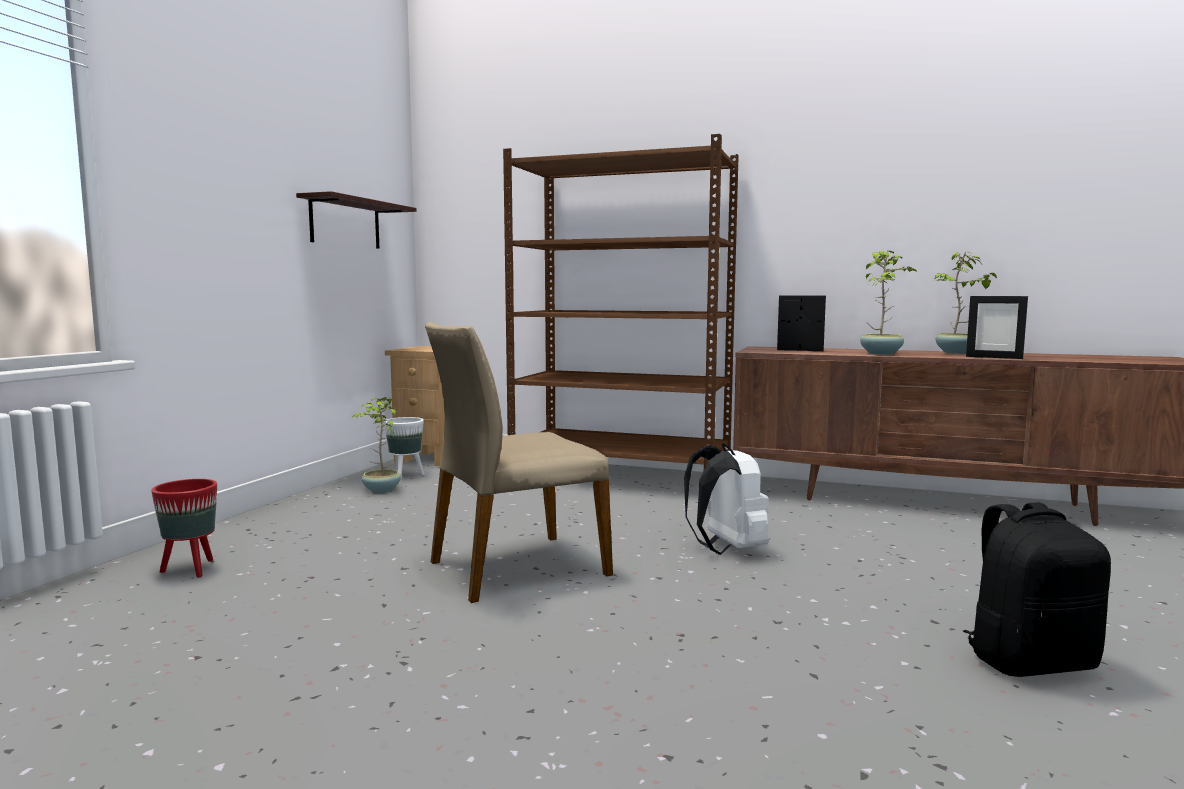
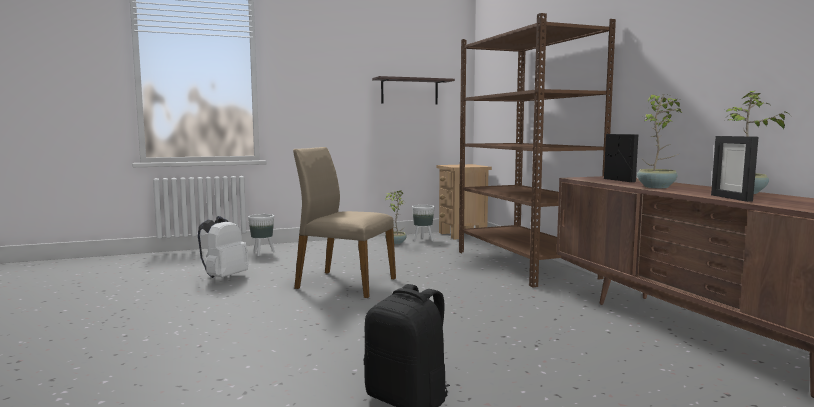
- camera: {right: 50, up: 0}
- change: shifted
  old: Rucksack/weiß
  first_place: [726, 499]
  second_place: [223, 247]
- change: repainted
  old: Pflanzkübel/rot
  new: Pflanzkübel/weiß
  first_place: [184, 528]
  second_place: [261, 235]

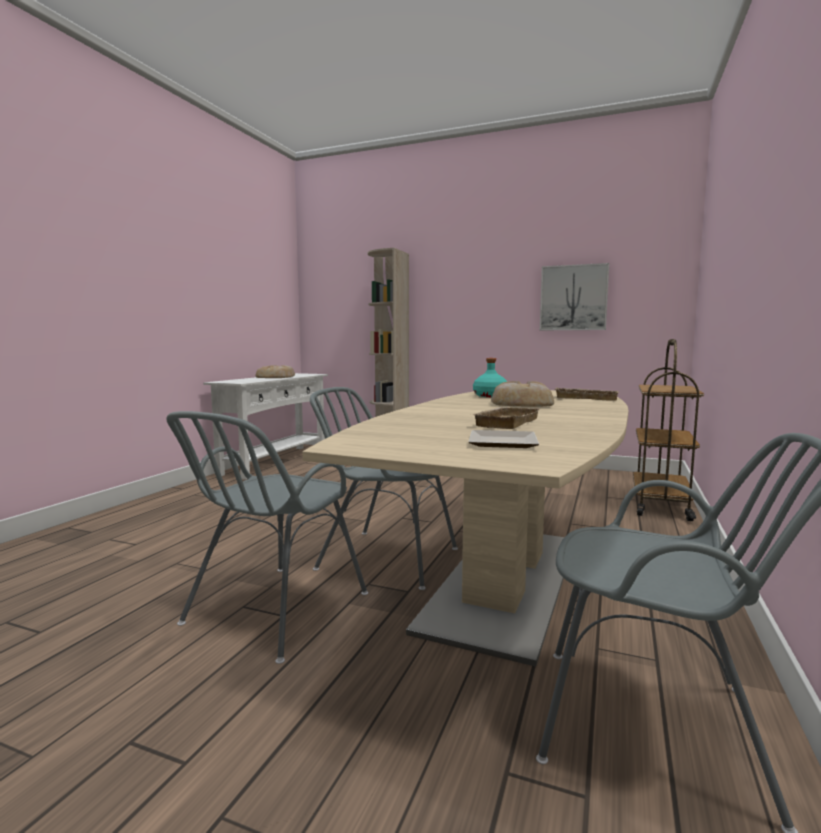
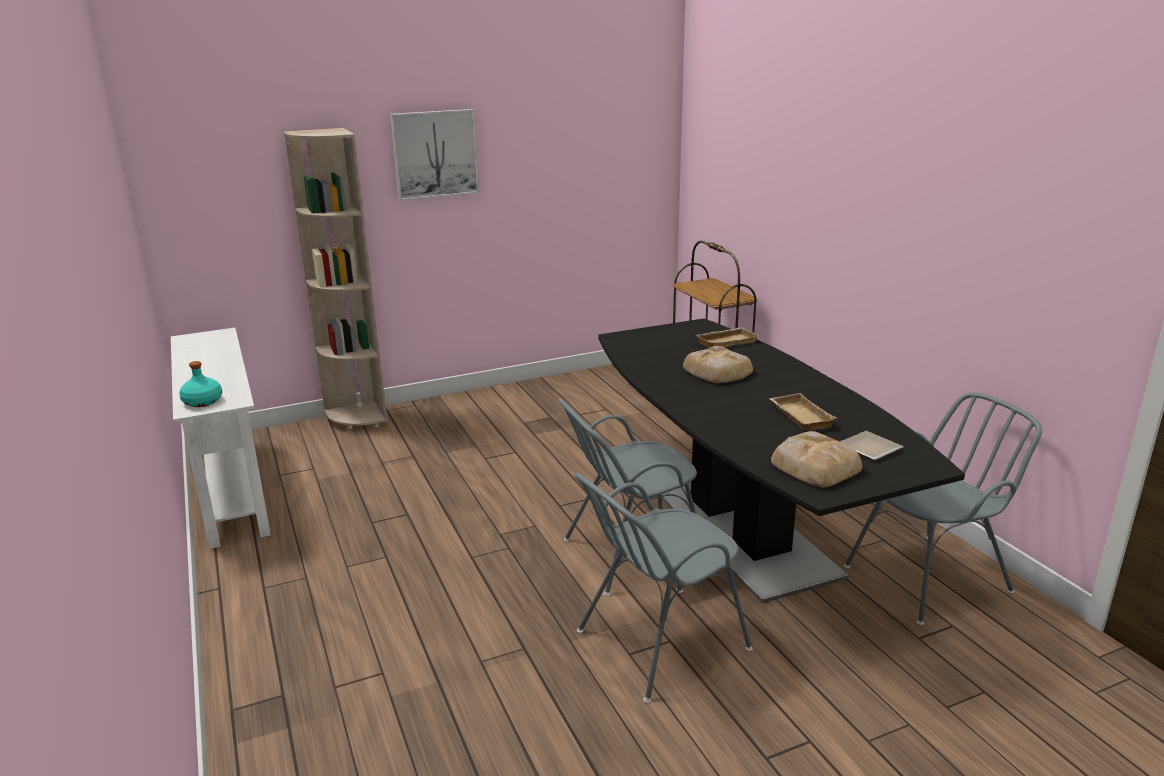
- camera: {right: -45, up: 15}
- change: shifted
  old: Brot
  first_place: [275, 371]
  second_place: [816, 459]
- change: shifted
  old: Flasche/türkis
  first_place: [490, 377]
  second_place: [200, 384]
- change: shifted
  old: Bild
  first_place: [574, 296]
  second_place: [434, 155]
- change: repainted
  old: Esstisch/beige
  new: Esstisch/schwarz
  first_place: [465, 528]
  second_place: [781, 460]
- change: rotated
  old: Stuhl/grau
  first_place: [267, 537]
  second_place: [664, 588]
  degrees: 75

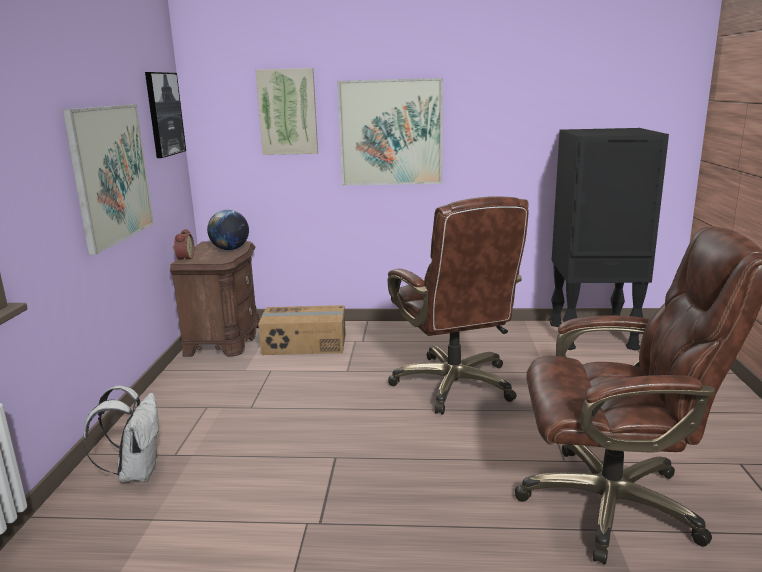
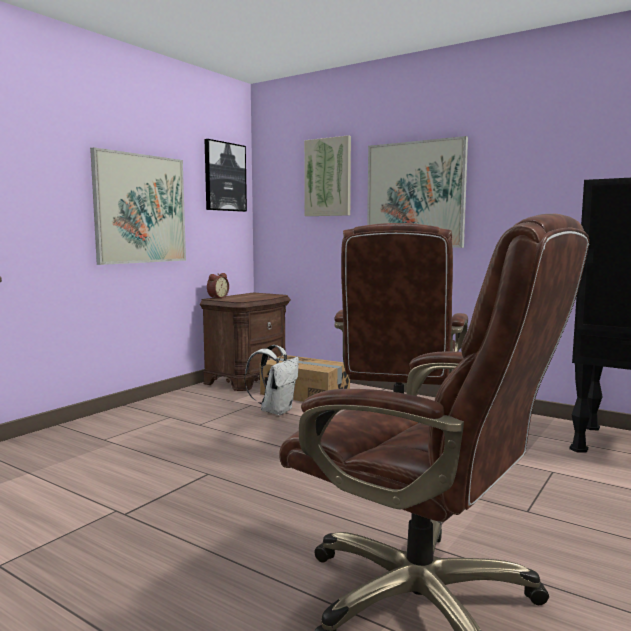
- camera: {right: 30, up: -10}
- change: gone
  old: Globus
  first_place: [228, 230]
- change: shifted
  old: Rucksack/weiß
  first_place: [121, 434]
  second_place: [271, 380]

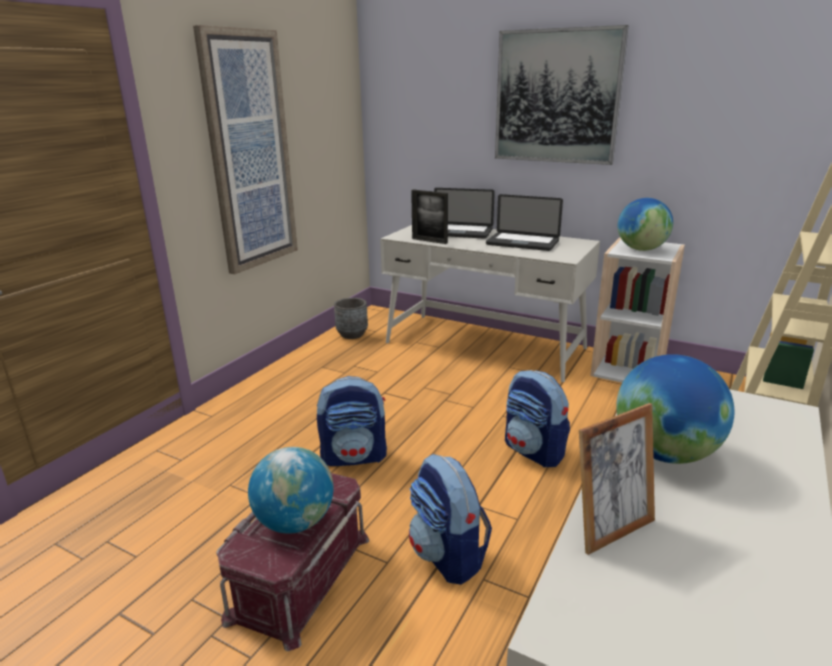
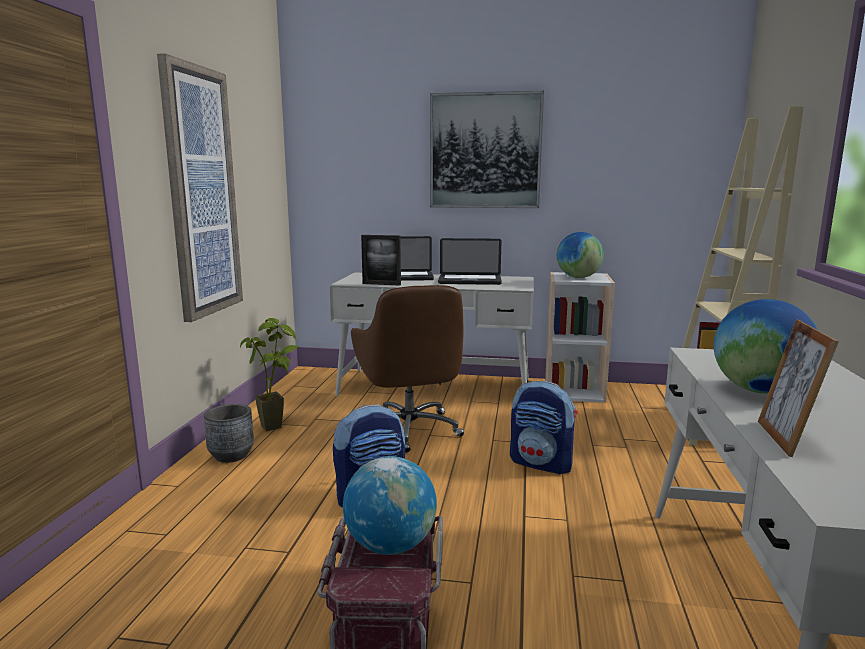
- camera: {right: -20, up: -10}
- change: gone
  old: Rucksack
  first_place: [450, 519]
- change: new
  new: Topfpflanze
  second_place: [270, 374]
- change: new
  new: Bürostuhl/braun
  second_place: [407, 369]
- change: shifted
  old: Pflanzkübel/grau
  first_place: [351, 318]
  second_place: [229, 433]
- change: rotated
  old: Bilderrahmen
  first_place: [617, 479]
  second_place: [798, 388]
  degrees: 150

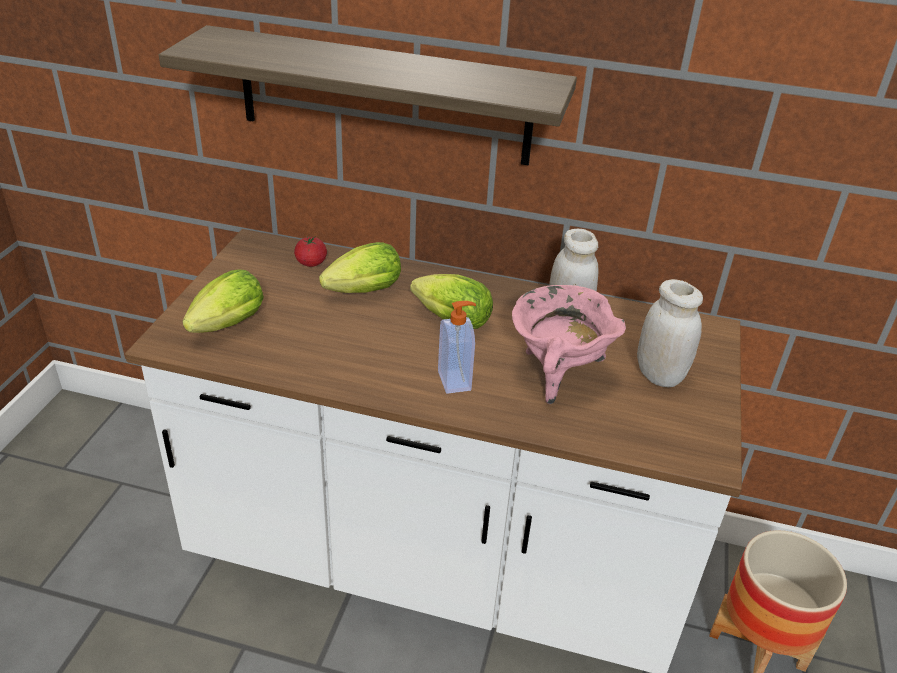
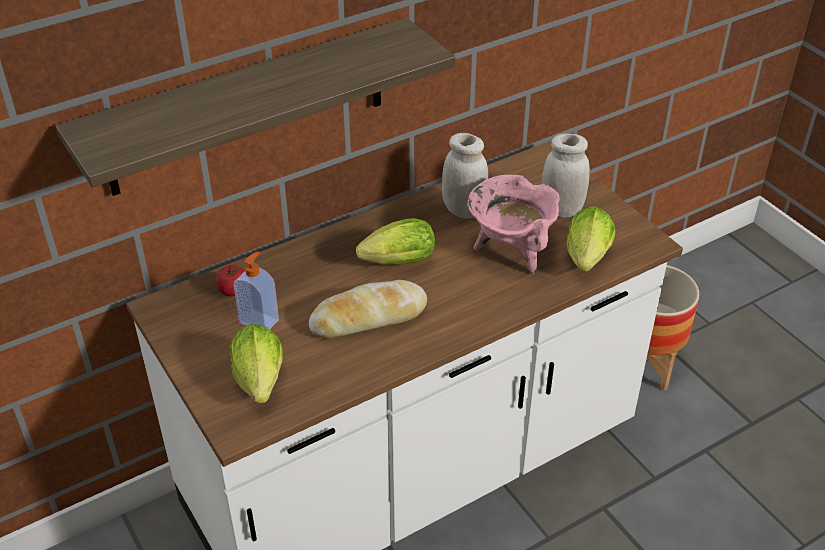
- camera: {right: -45, up: 5}
- change: new
  new: Brot
  second_place: [368, 309]
- change: shifted
  old: Salatkopf
  first_place: [360, 267]
  second_place: [591, 239]
- change: shifted
  old: Seifenspender
  first_place: [457, 347]
  second_place: [256, 290]

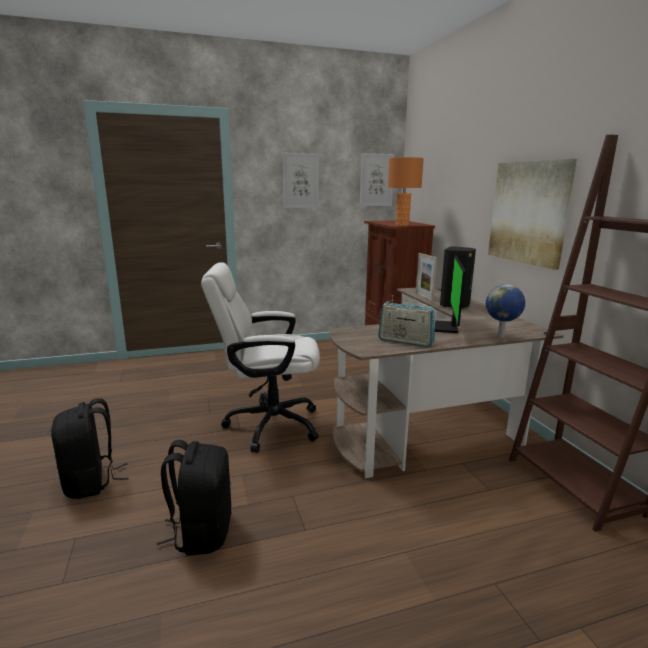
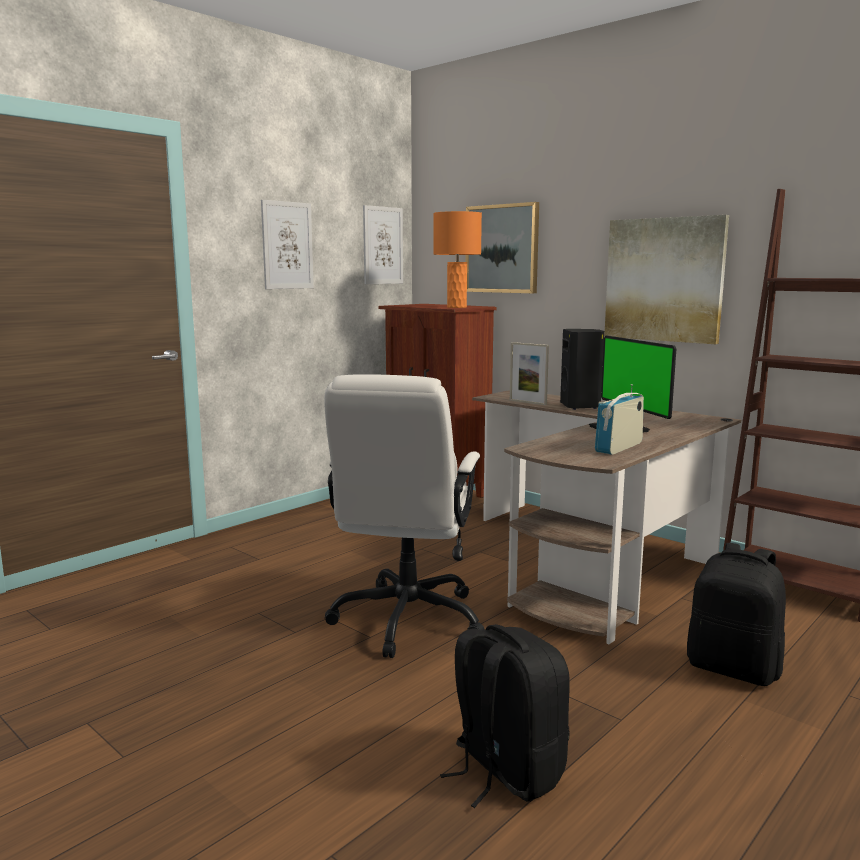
- camera: {right: -30, up: -5}
- change: gone
  old: Globus
  first_place: [505, 311]
- change: new
  new: Bild
  second_place: [502, 247]
- change: shifted
  old: Rucksack/schwarz
  first_place: [90, 448]
  second_place: [736, 614]
- change: rotated
  old: Bürostuhl/weiß
  first_place: [260, 357]
  second_place: [404, 516]
  degrees: -45
- change: rotated
  old: Radio
  first_place: [407, 321]
  second_place: [619, 419]
  degrees: 135

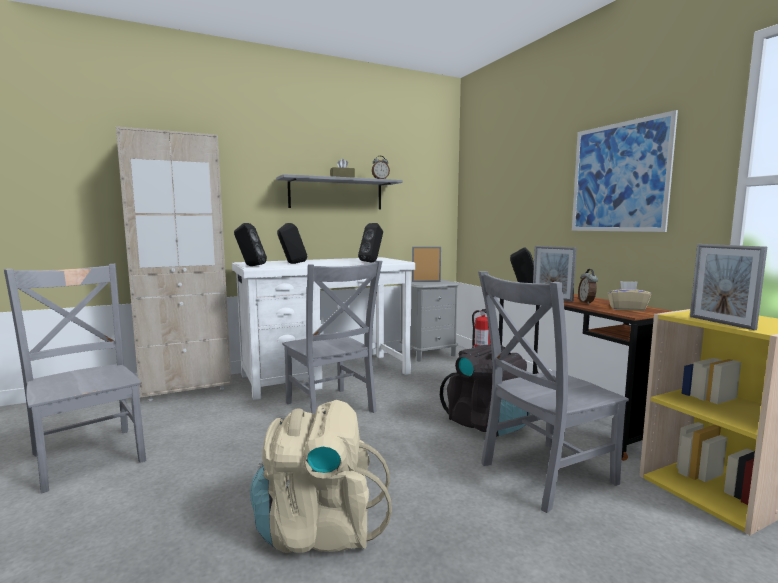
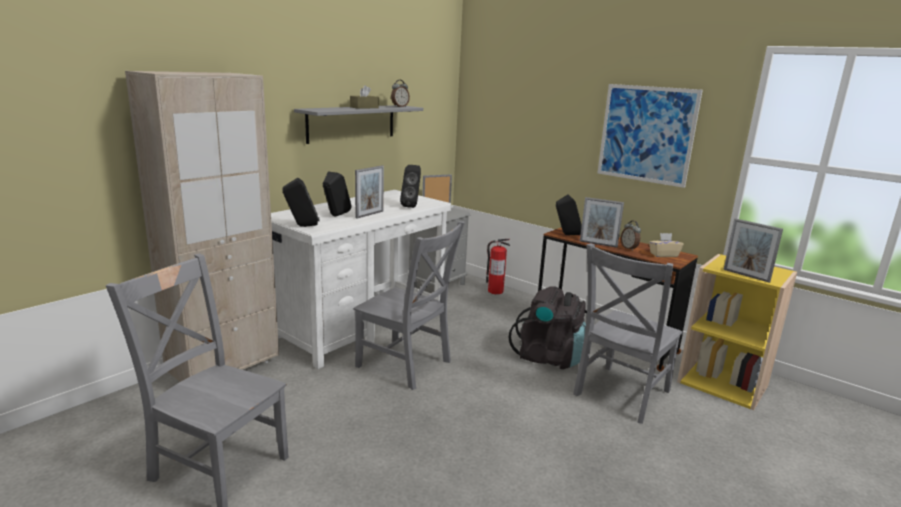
- camera: {right: -25, up: 10}
- change: gone
  old: Rucksack/beige
  first_place: [321, 476]
- change: new
  new: Bilderrahmen
  second_place: [369, 192]

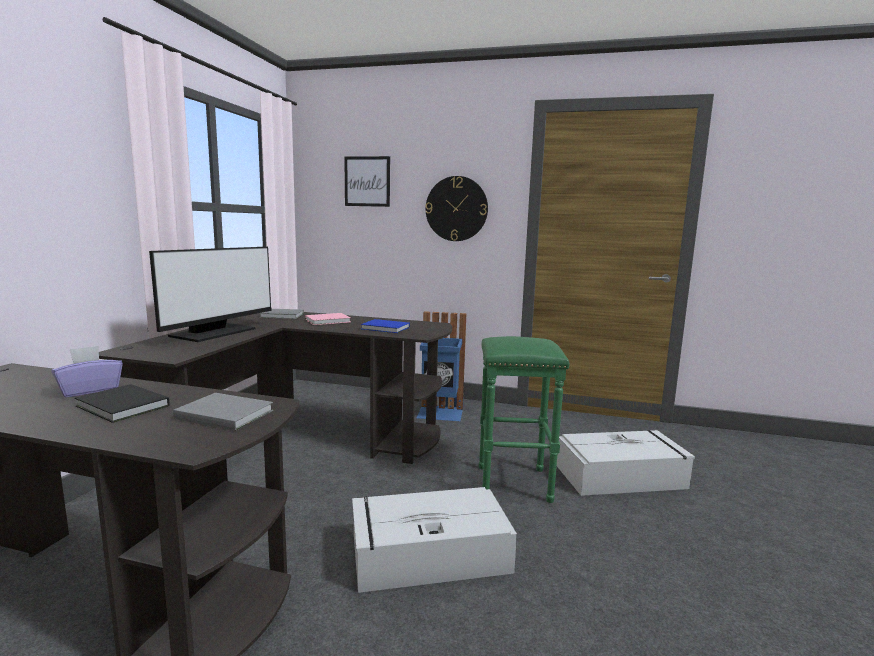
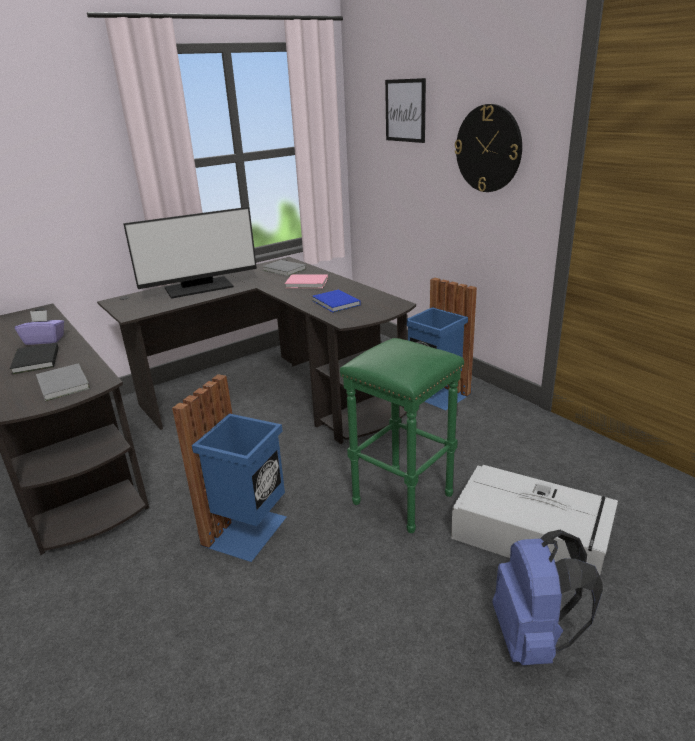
- camera: {right: 40, up: 15}
- change: new
  new: Rucksack/blau
  second_place: [548, 597]
- change: swapped
  old: Aufbewahrungsbox/grau
  new: Mülleimer/blau
  first_place: [434, 540]
  second_place: [229, 468]

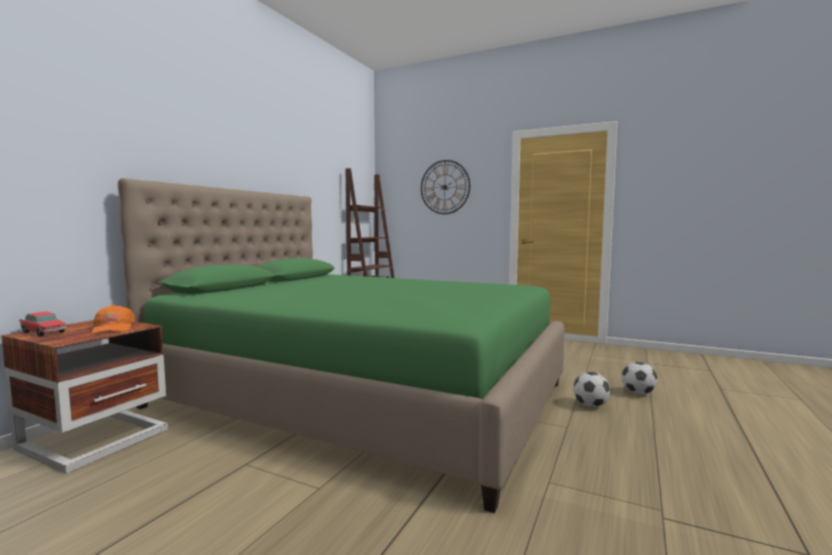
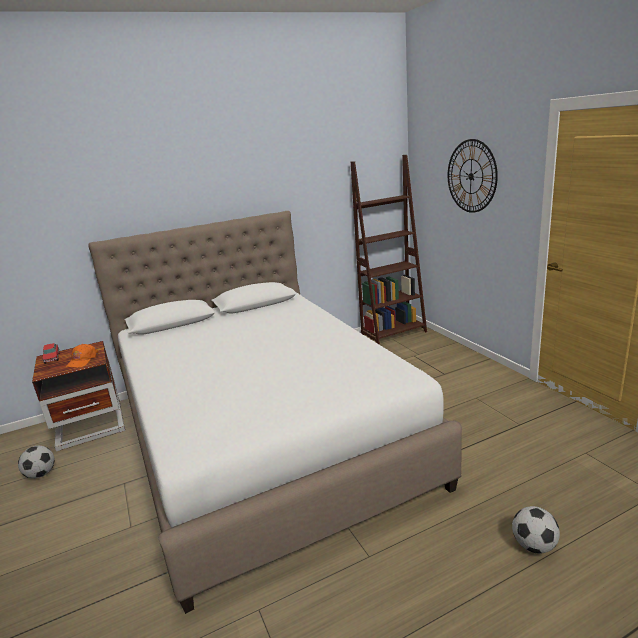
- camera: {right: 40, up: 15}
- change: shifted
  old: Fußball
  first_place: [591, 389]
  second_place: [36, 462]
- change: repainted
  old: Bett/grün
  new: Bett/weiß
  first_place: [341, 345]
  second_place: [275, 412]

